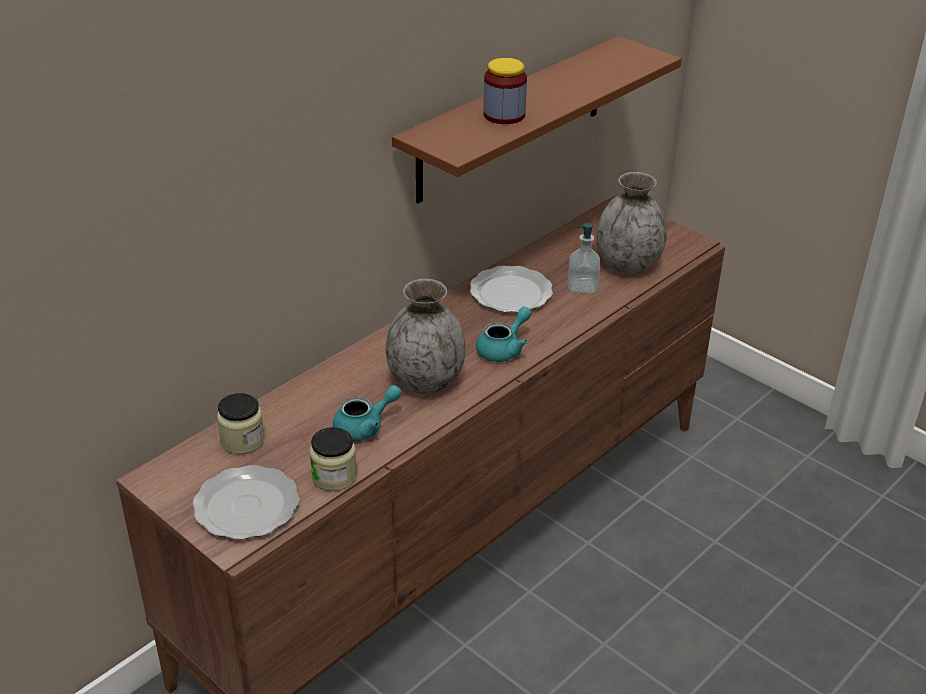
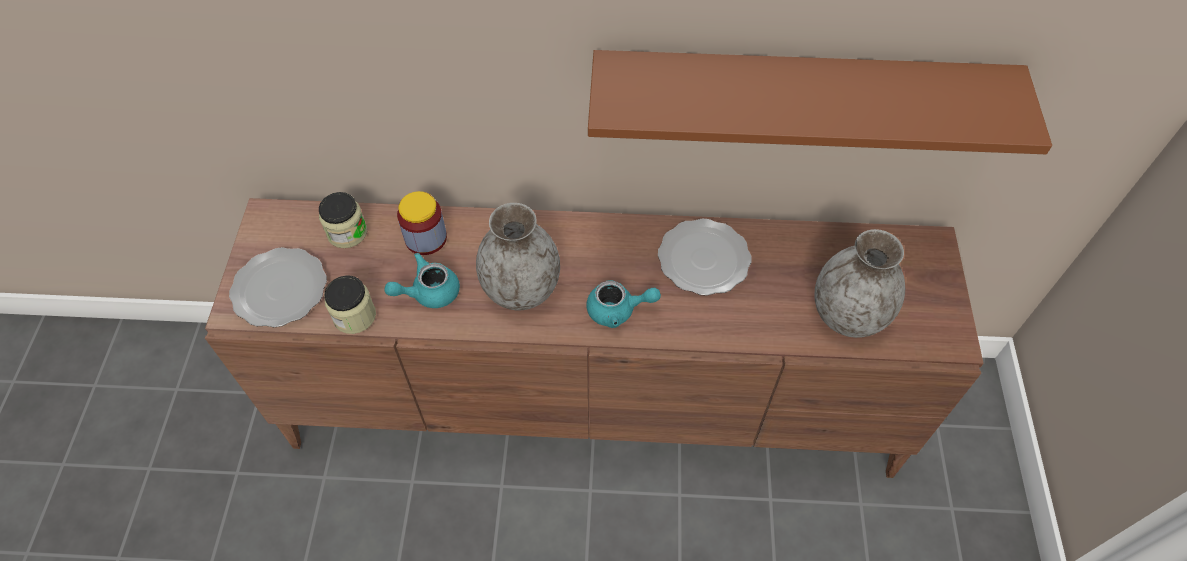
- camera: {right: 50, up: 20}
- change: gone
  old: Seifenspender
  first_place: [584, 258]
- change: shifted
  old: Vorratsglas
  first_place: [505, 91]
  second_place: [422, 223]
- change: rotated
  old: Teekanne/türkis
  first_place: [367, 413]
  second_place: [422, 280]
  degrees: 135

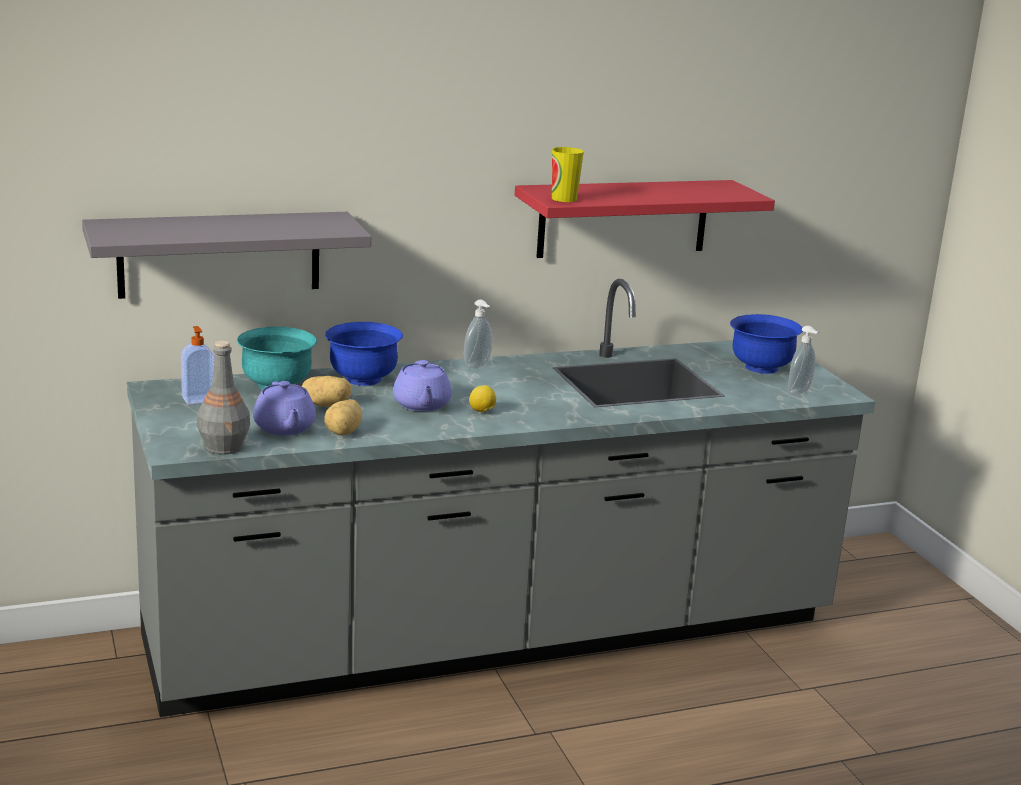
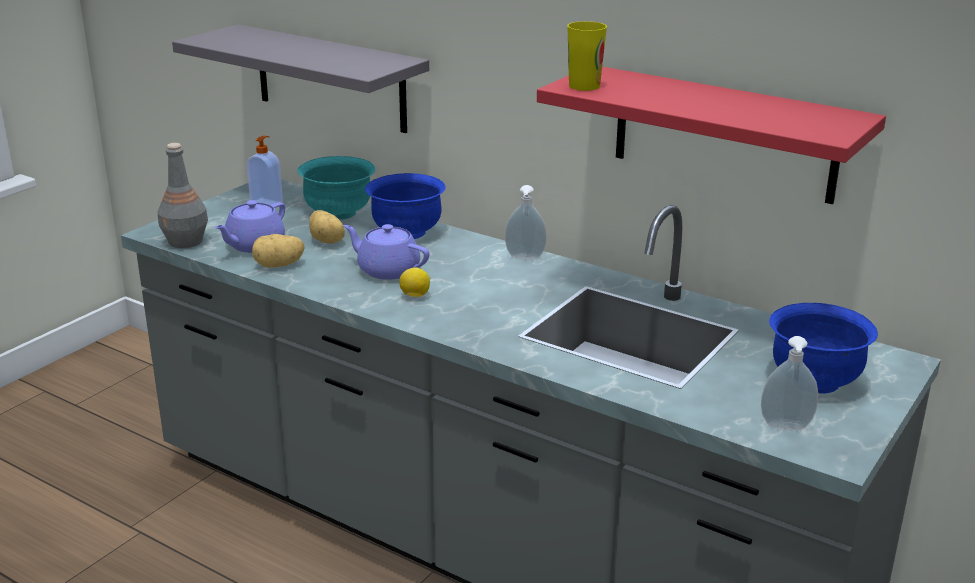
- camera: {right: 55, up: 5}
- change: rotated
  old: Teekanne/lila
  first_place: [422, 385]
  second_place: [386, 252]
  degrees: 75

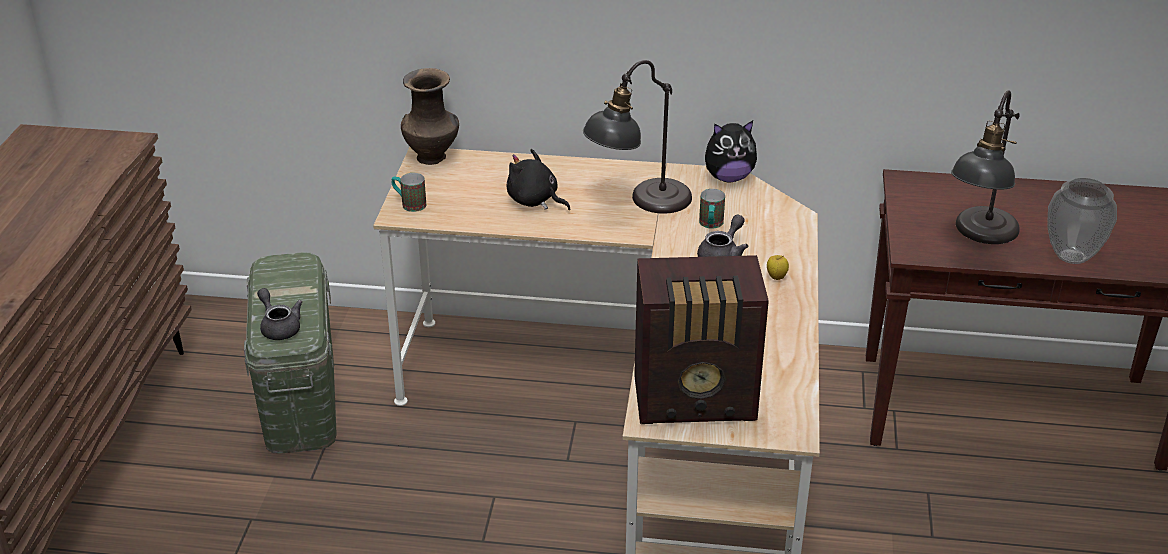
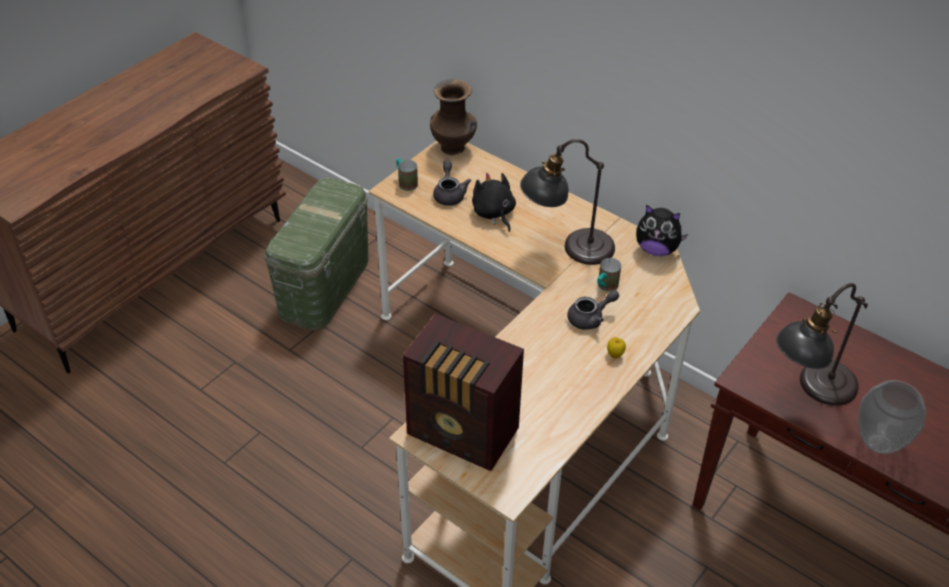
- camera: {right: 30, up: 10}
- change: shifted
  old: Teekanne/grau
  first_place: [279, 314]
  second_place: [452, 183]

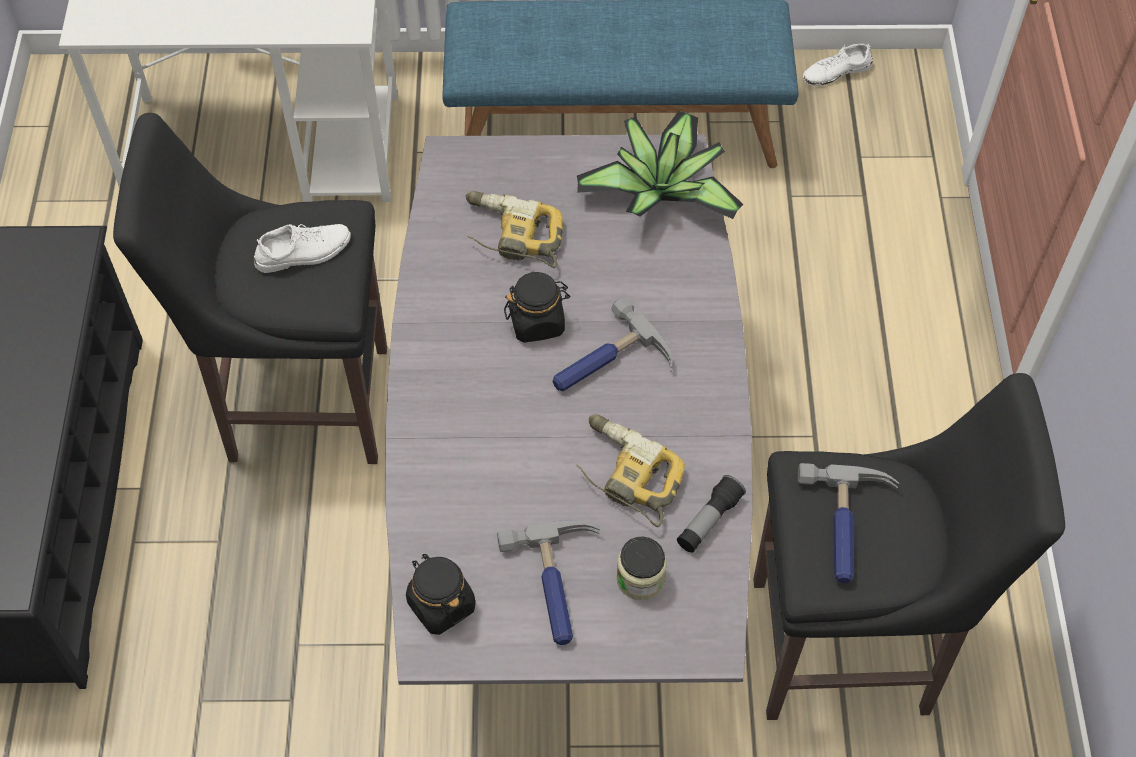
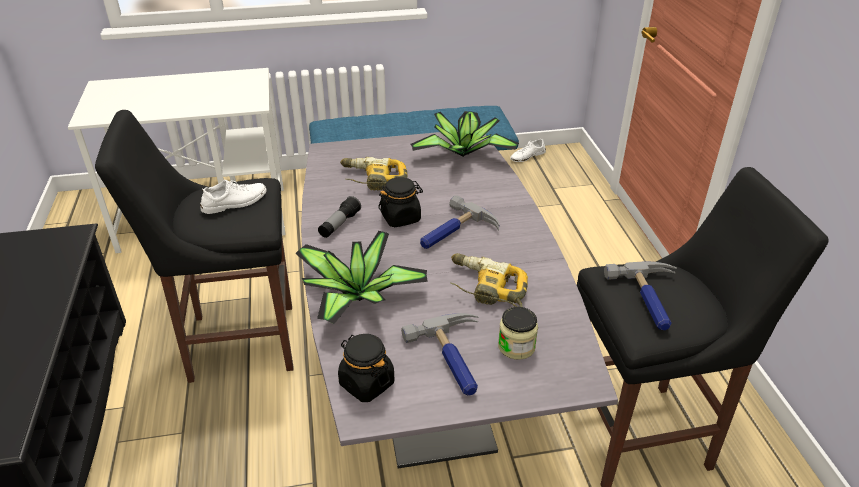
- camera: {right: -10, up: -20}
- change: new
  new: Topfpflanze
  second_place: [361, 277]
- change: shifted
  old: Taschenlampe
  first_place: [711, 514]
  second_place: [339, 217]

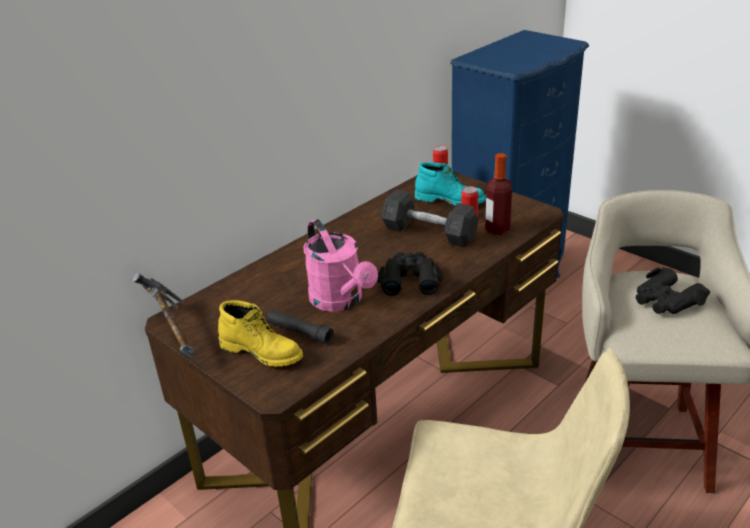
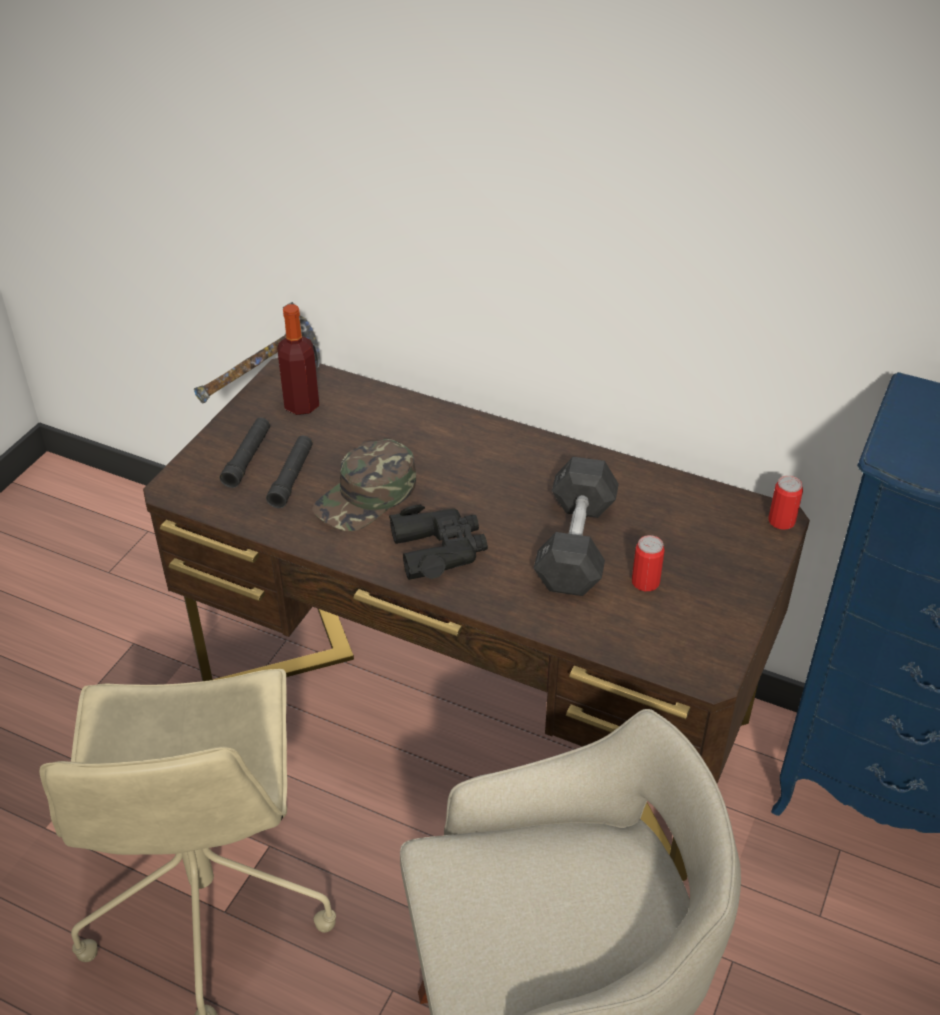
- camera: {right: 70, up: 10}
- change: gone
  old: Stiefel/türkis
  first_place: [450, 184]
- change: gone
  old: Fernglas/schwarz
  first_place: [673, 290]
- change: shifted
  old: Flasche
  first_place: [498, 194]
  second_place: [298, 359]
- change: swapped
  old: Stiefel/gelb
  new: Taschenlampe/schwarz
  first_place: [260, 333]
  second_place: [245, 453]
- change: swapped
  old: Gießkanne/rosa
  new: Kappe/grün
  first_place: [340, 265]
  second_place: [364, 485]

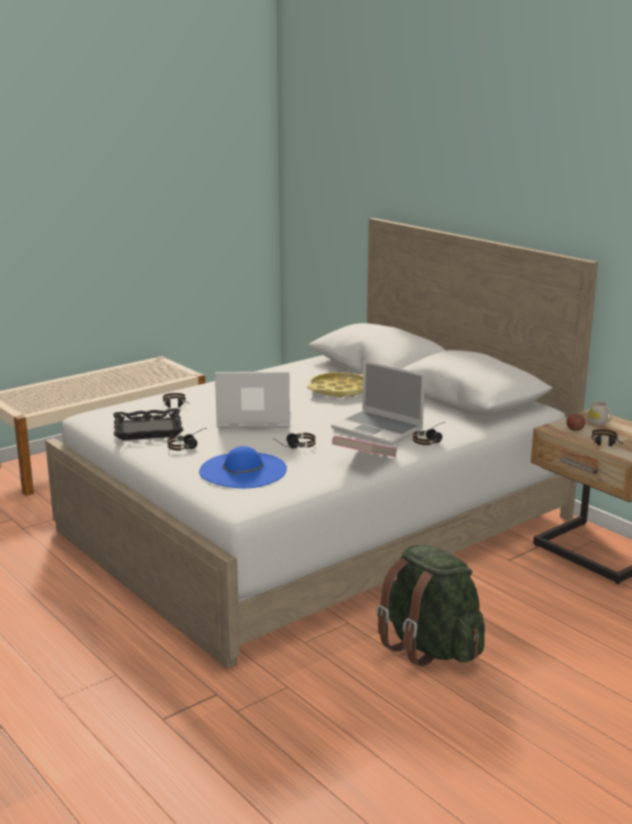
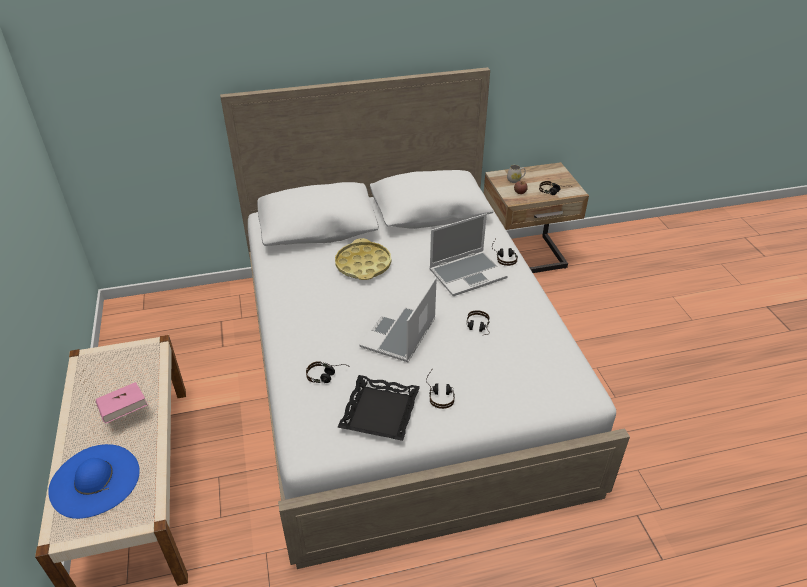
- camera: {right: -65, up: 20}
- change: gone
  old: Rucksack/grün
  first_place: [430, 606]
- change: shifted
  old: Hut/blau
  first_place: [243, 467]
  second_place: [94, 481]
- change: shifted
  old: Buch/rosa
  first_place: [365, 446]
  second_place: [122, 402]

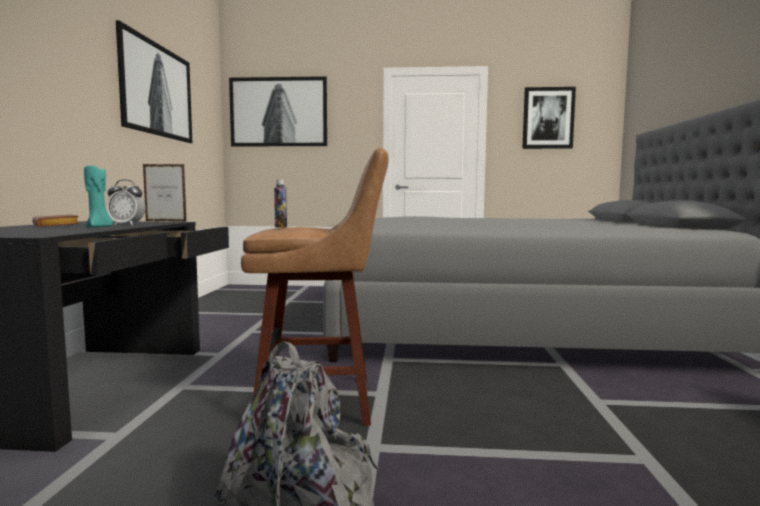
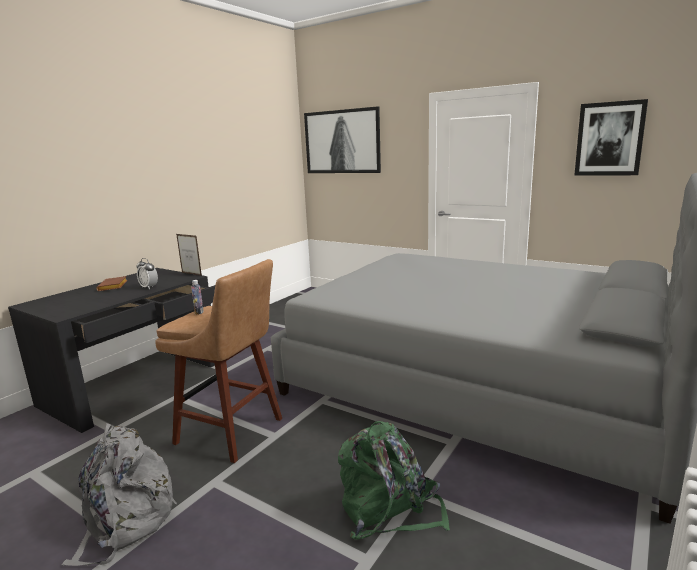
- camera: {right: 30, up: 10}
- change: gone
  old: Kerze/türkis
  first_place: [98, 196]
- change: gone
  old: Bild
  first_place: [154, 81]
- change: new
  new: Rucksack/grün
  second_place: [394, 480]

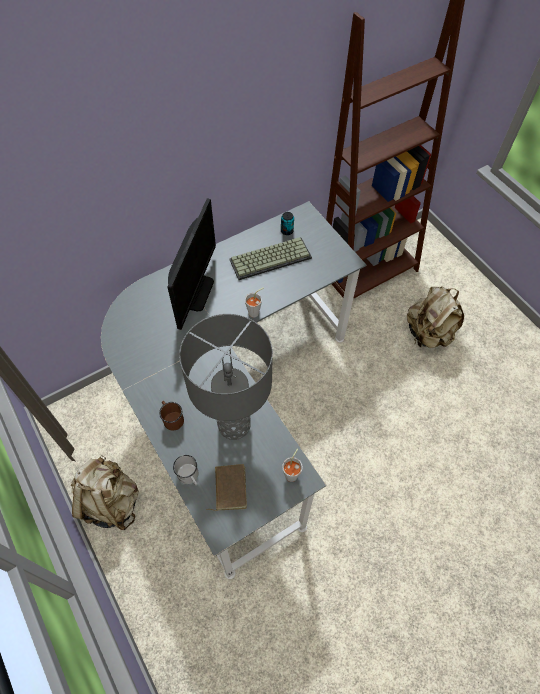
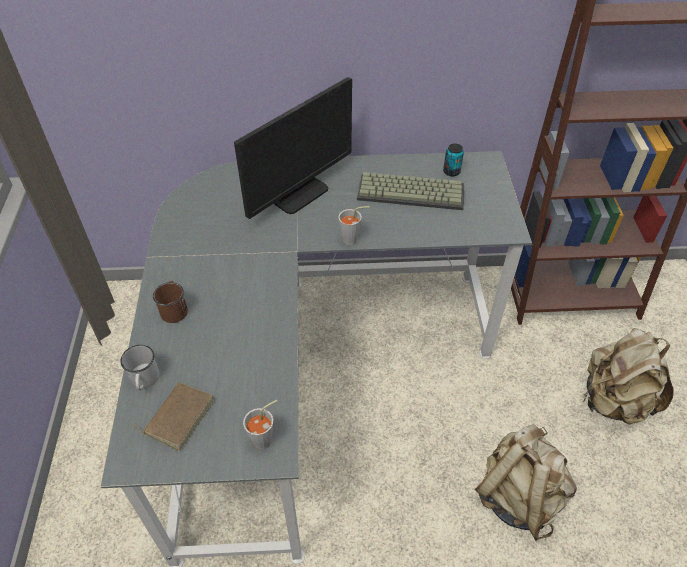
- camera: {right: 30, up: -10}
- change: gone
  old: Tischlampe/grau
  first_place: [226, 377]
- change: shifted
  old: Rucksack/beige
  first_place: [105, 492]
  second_place: [525, 482]

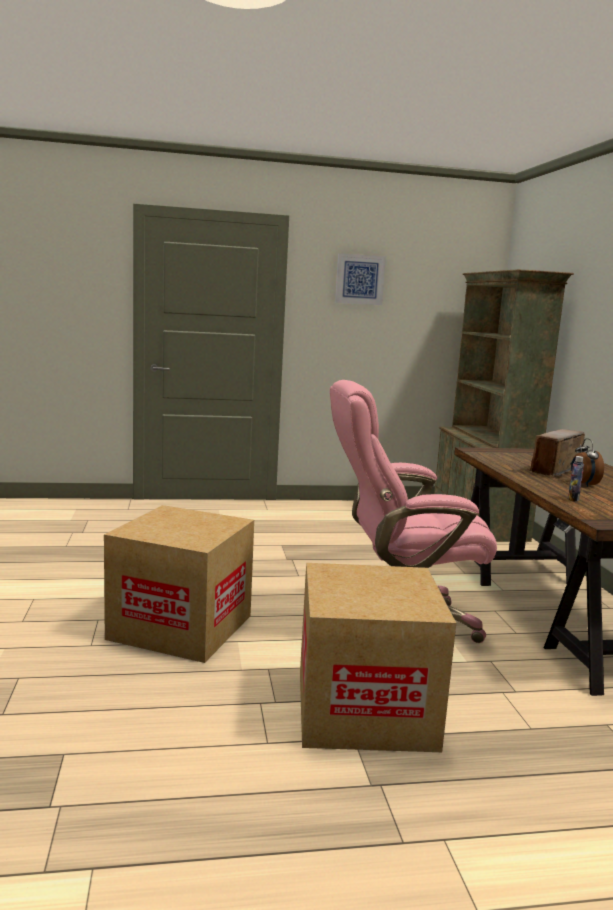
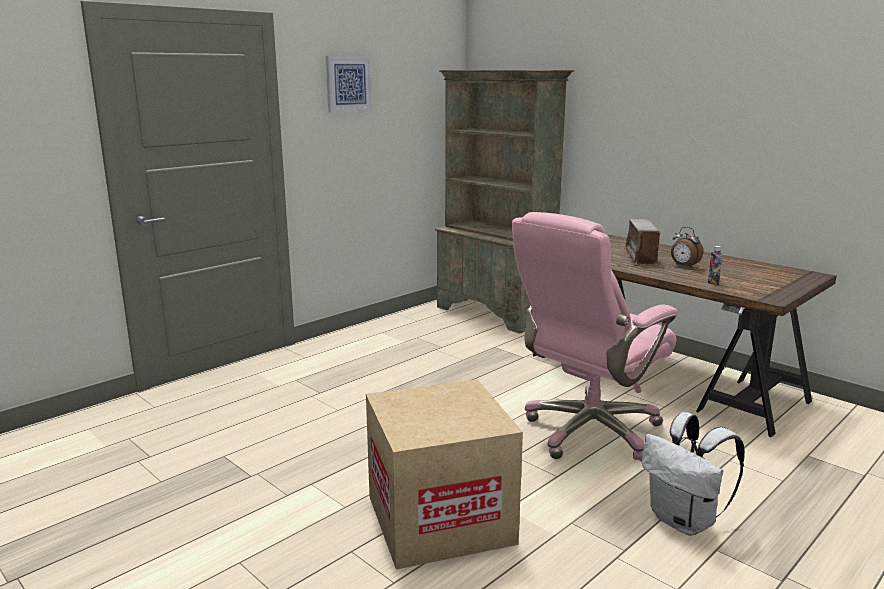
- camera: {right: -35, up: 5}
- change: swapped
  old: Karton
  new: Rucksack/weiß
  first_place: [378, 657]
  second_place: [693, 474]

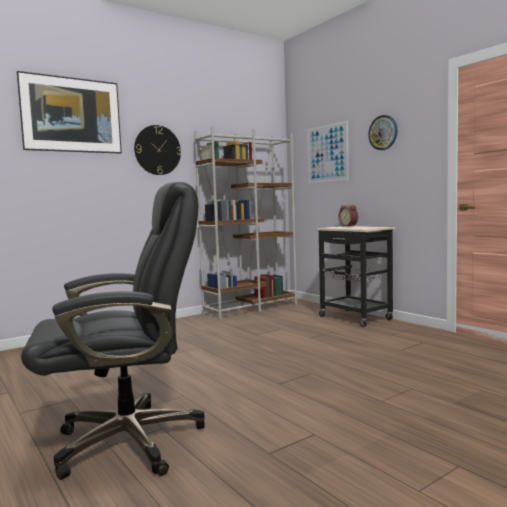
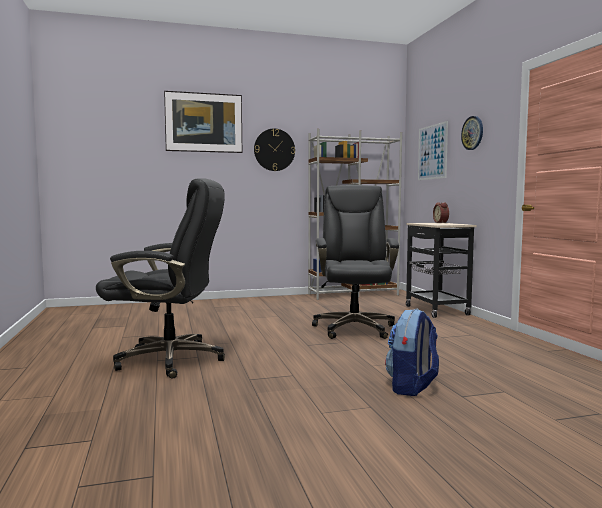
- camera: {right: 20, up: 0}
- change: new
  new: Bürostuhl/schwarz
  second_place: [355, 262]
- change: new
  new: Rucksack
  second_place: [412, 352]

